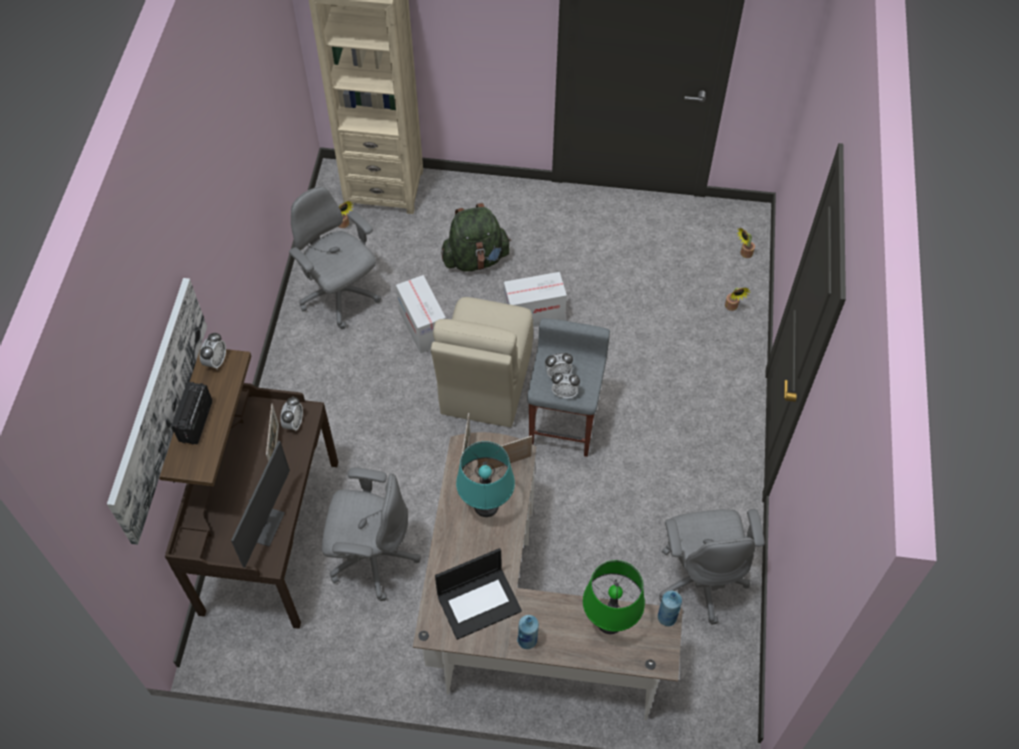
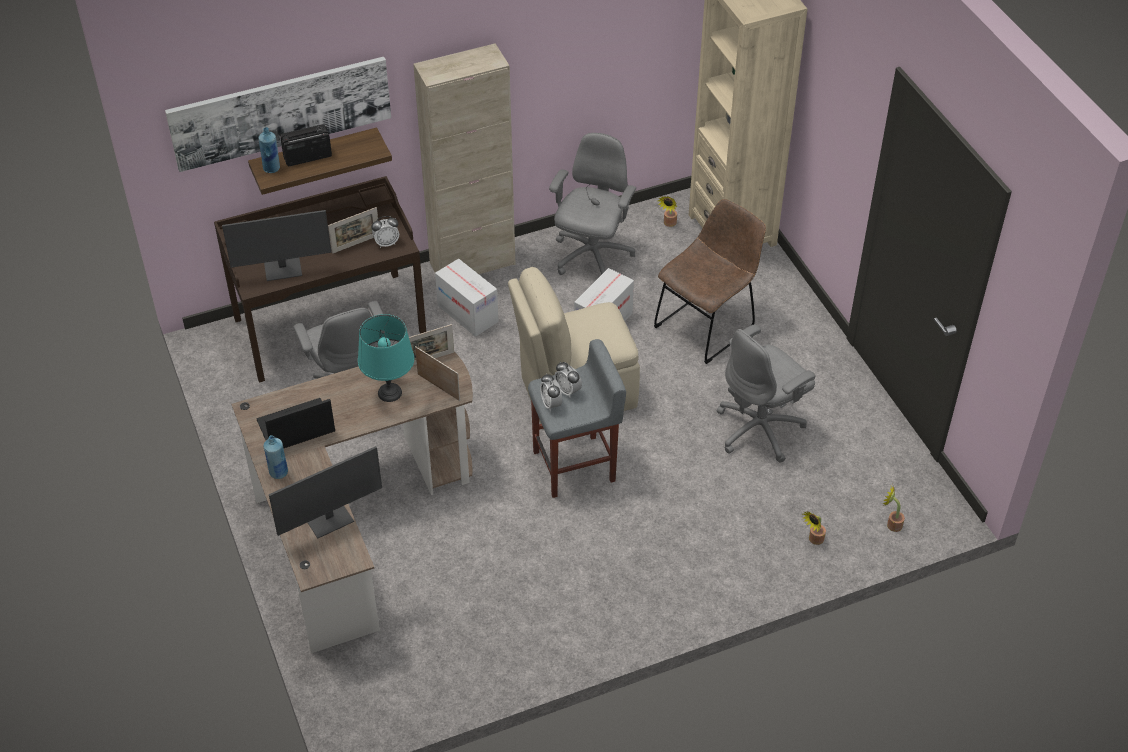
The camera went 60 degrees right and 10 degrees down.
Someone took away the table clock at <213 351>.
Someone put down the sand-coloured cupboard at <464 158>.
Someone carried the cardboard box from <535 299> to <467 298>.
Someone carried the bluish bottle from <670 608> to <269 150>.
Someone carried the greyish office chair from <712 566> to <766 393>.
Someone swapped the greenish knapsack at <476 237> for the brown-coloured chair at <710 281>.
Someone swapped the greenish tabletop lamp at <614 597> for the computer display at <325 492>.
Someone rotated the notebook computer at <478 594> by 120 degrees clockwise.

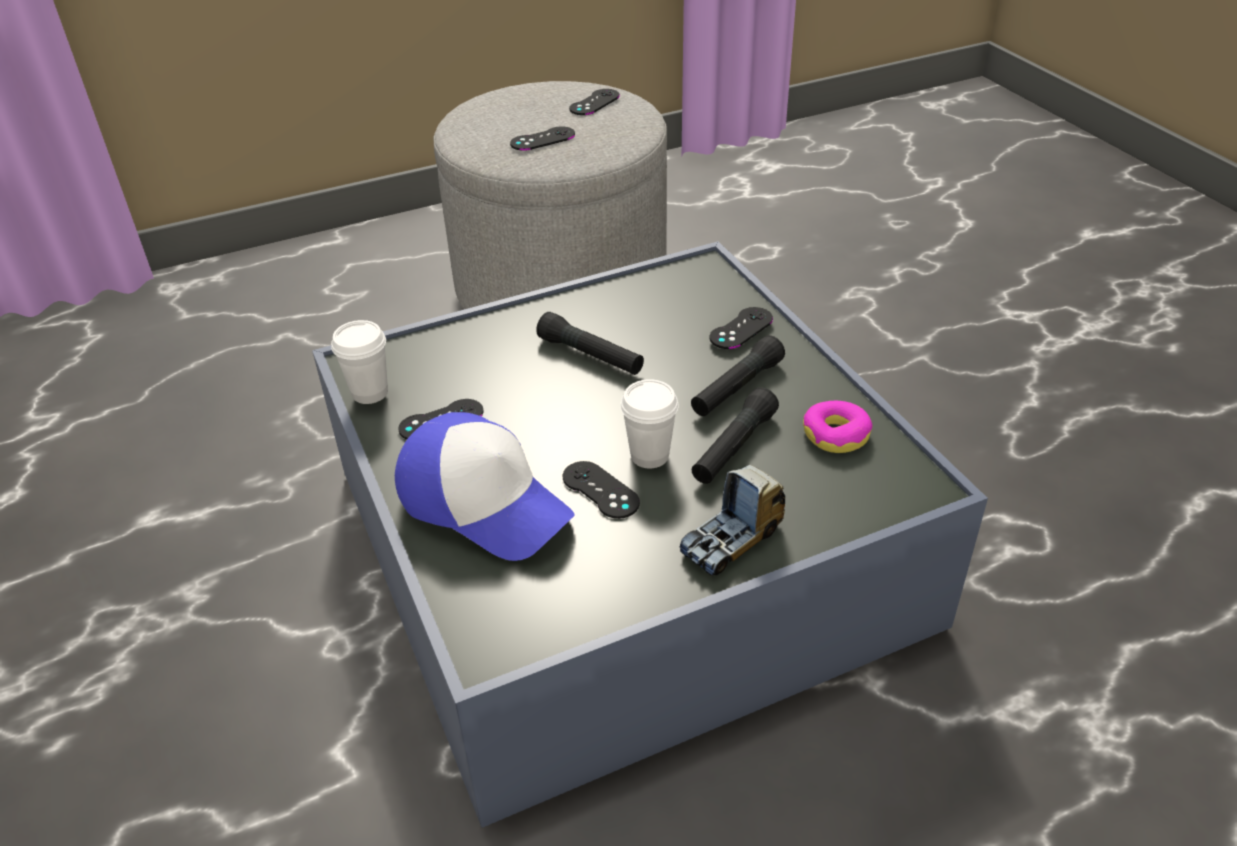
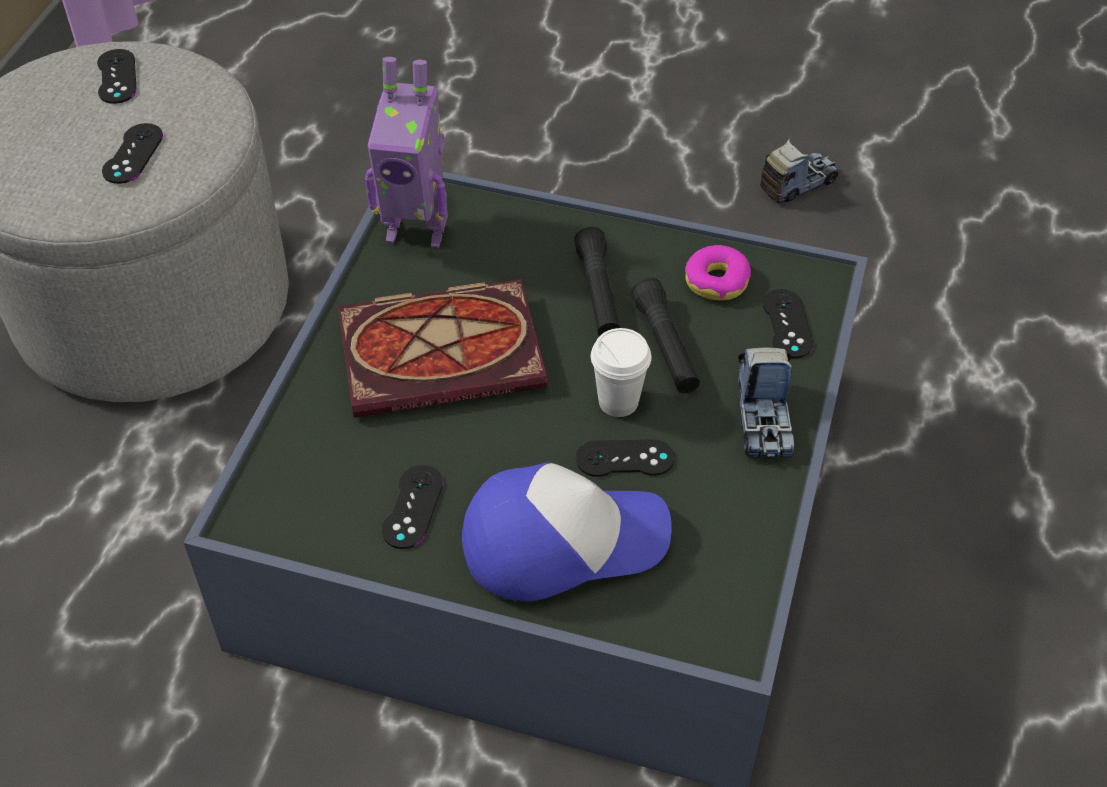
The camera went 50 degrees left and 10 degrees up.
Someone took away the white drinking cup at <359 362>.
Someone put down the toy robot at <406 152>.
Someone put down the model truck at <799 171>.
Someone carried the black-coloured joypad from <741 328> to <788 323>.
Someone swapped the black-coloured hand torch at <590 343> for the bound book at <443 348>.

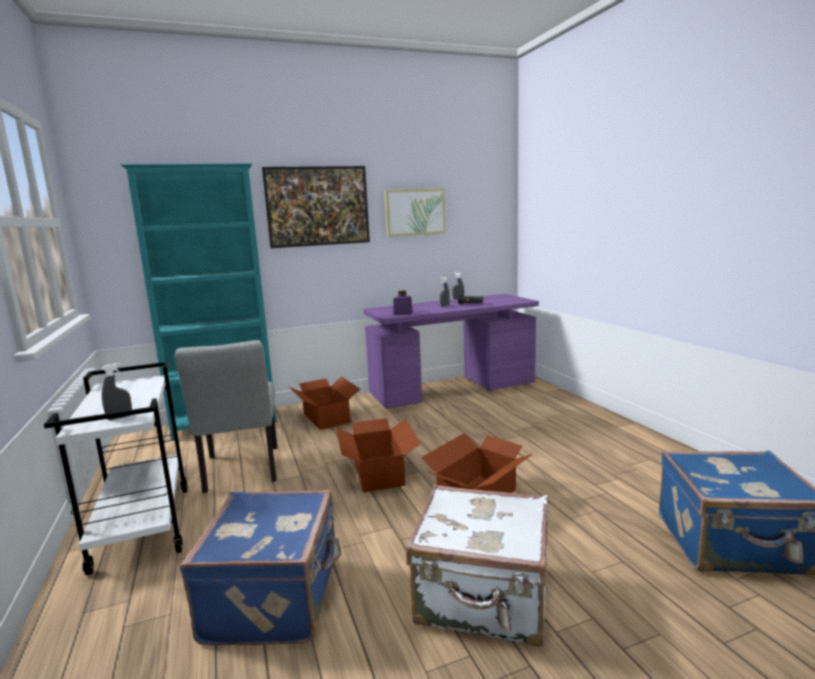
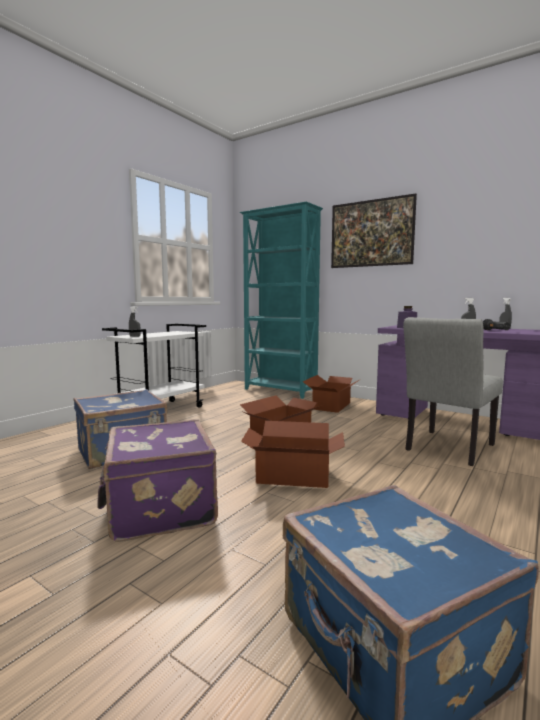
The camera went 55 degrees right and 5 degrees down.
Someone took away the wall art at <415 212>.
Someone carried the greyish chair from <226 416> to <453 391>.
Someone repainted the white piece of luggage at <477 566>, which became the purple-coloured piece of luggage at <157 480>.

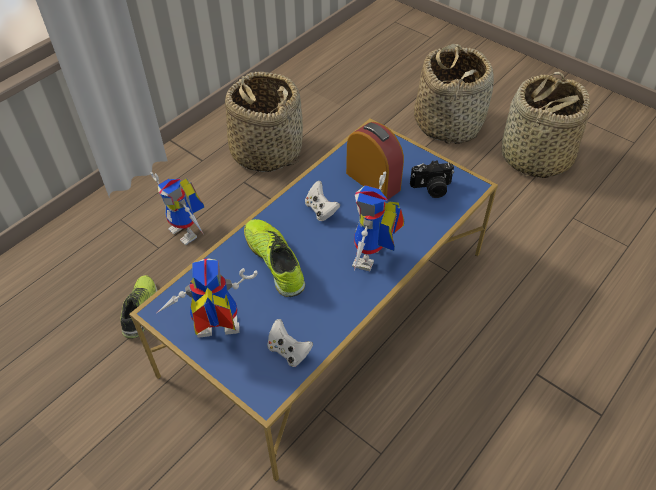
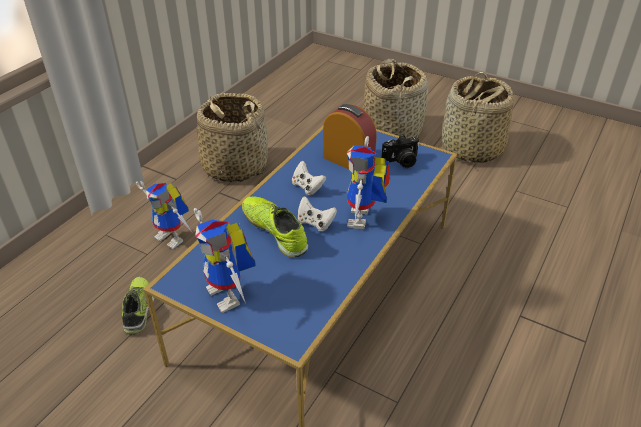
The camera went 10 degrees left and 10 degrees down.
Someone carried the white joypad from <290 343> to <317 213>.
Someone rotated the toy robot at <207 298> by 105 degrees counterclockwise.

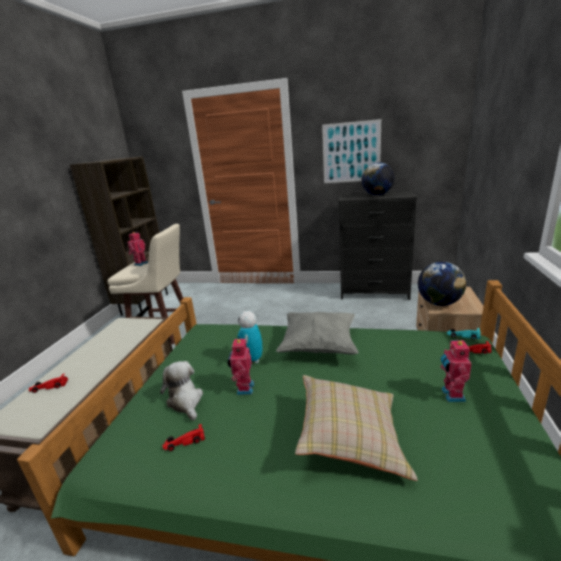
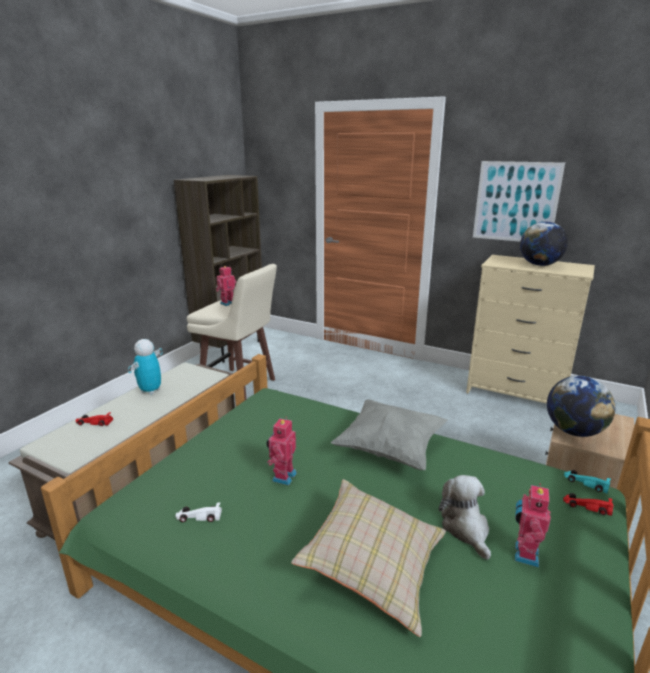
The camera went 15 degrees right and 0 degrees up.
Someone carried the soft toy from <181 390> to <465 517>.
Someone carried the toy robot from <250 337> to <145 367>.
Someone repainted the red miniature car at <184 437>, which became the white miniature car at <199 512>.
Someone repainted the black-coloured dresser at <378 245>, which became the sand-coloured dresser at <530 329>.

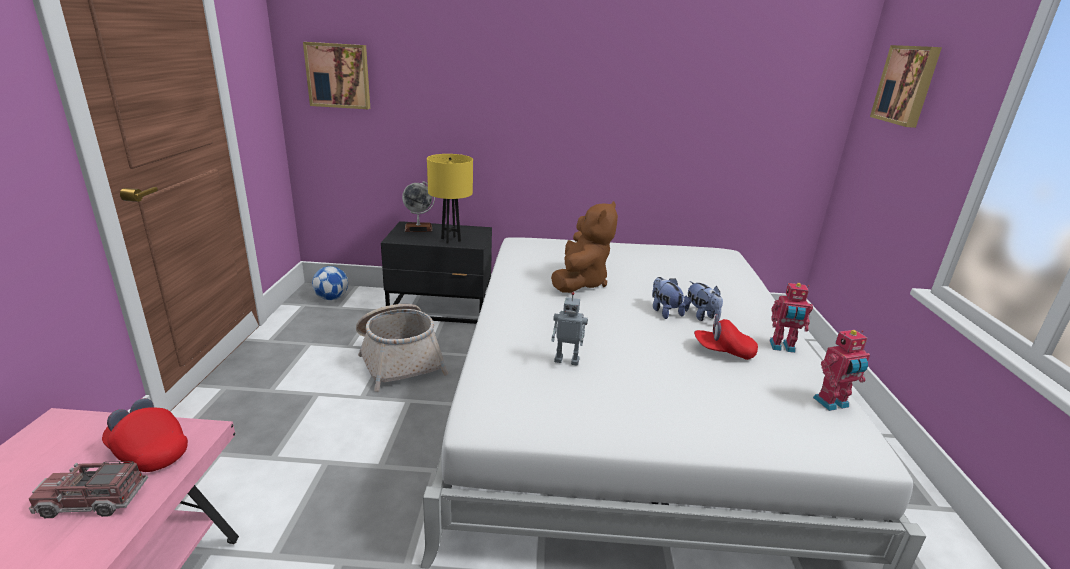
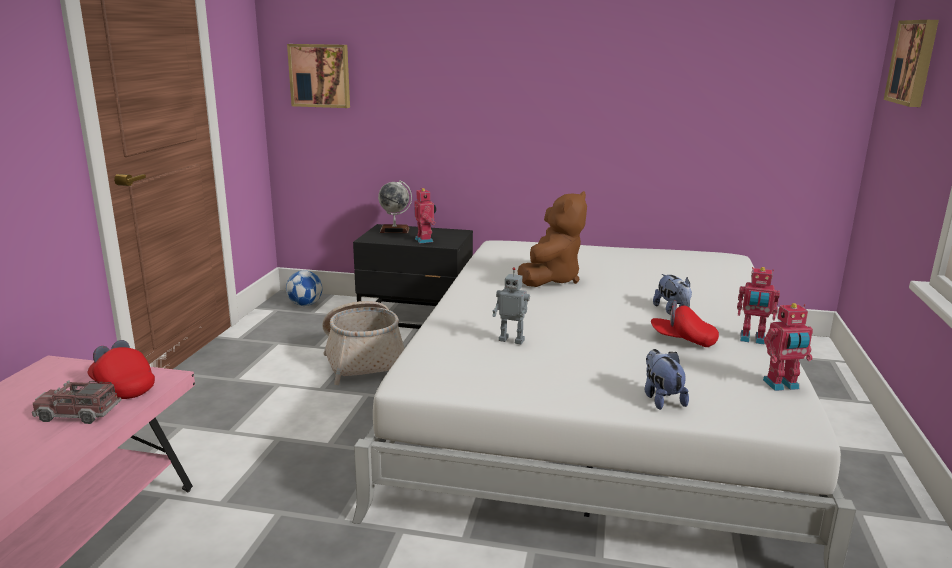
The camera went 10 degrees right and 5 degrees down.
Someone carried the soft toy from <668 298> to <667 379>.
Someone swapped the yellow tabletop lamp at <450 198> for the toy robot at <425 216>.

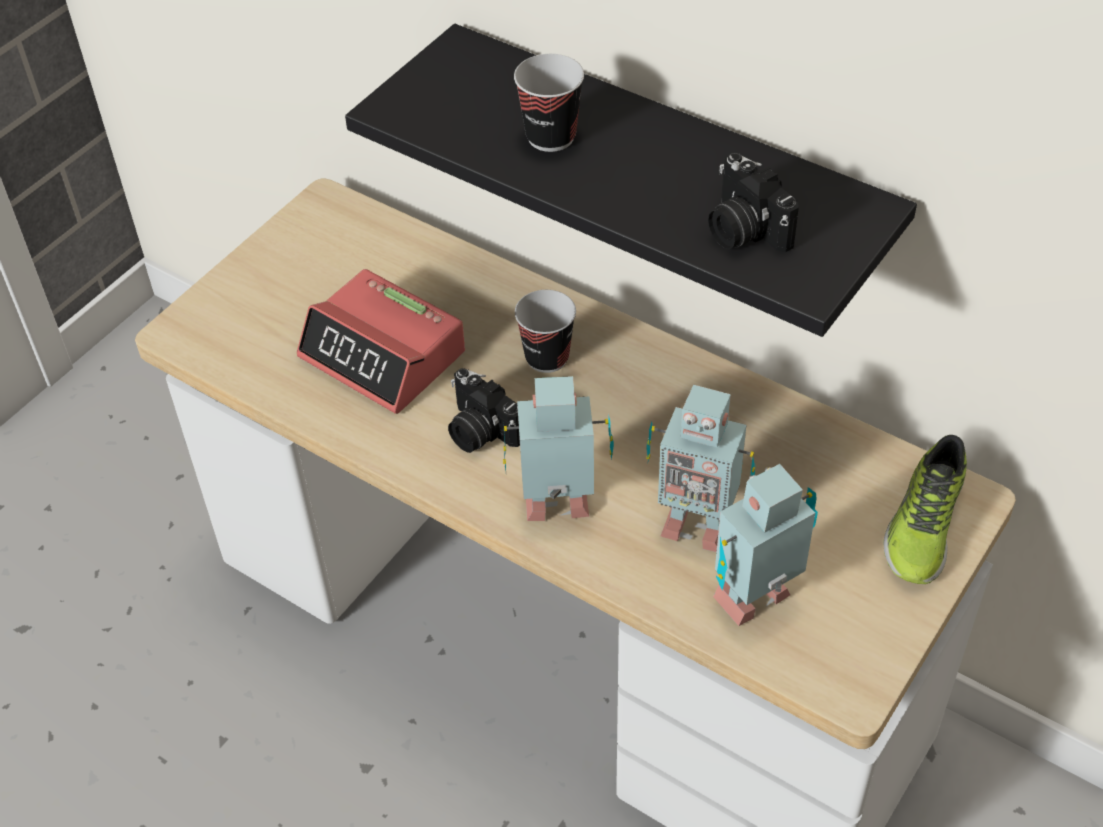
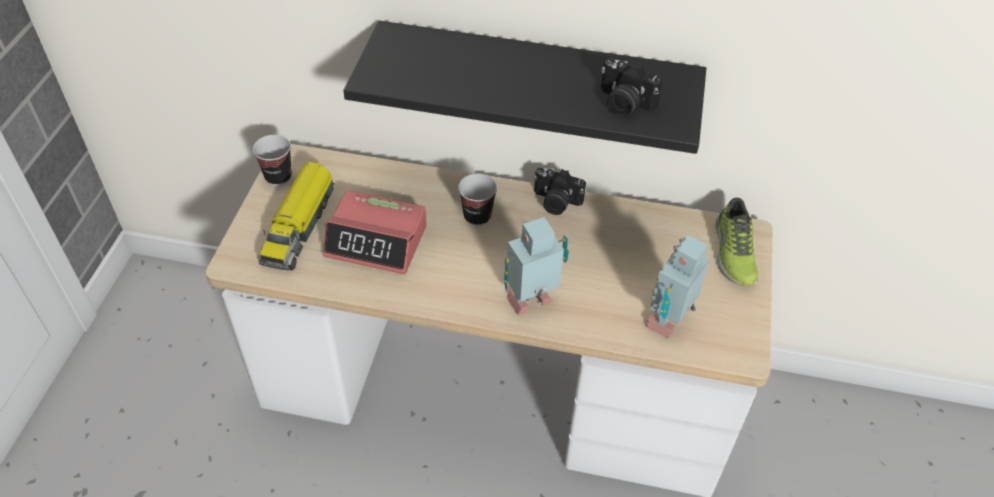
The camera went 25 degrees left and 0 degrees up.
Someone took away the toy robot at <701 468>.
Someone put down the model truck at <296 215>.
Someone carried the photo camera from <484 410> to <559 191>.
Someone carried the drinking cup from <549 103> to <272 160>.

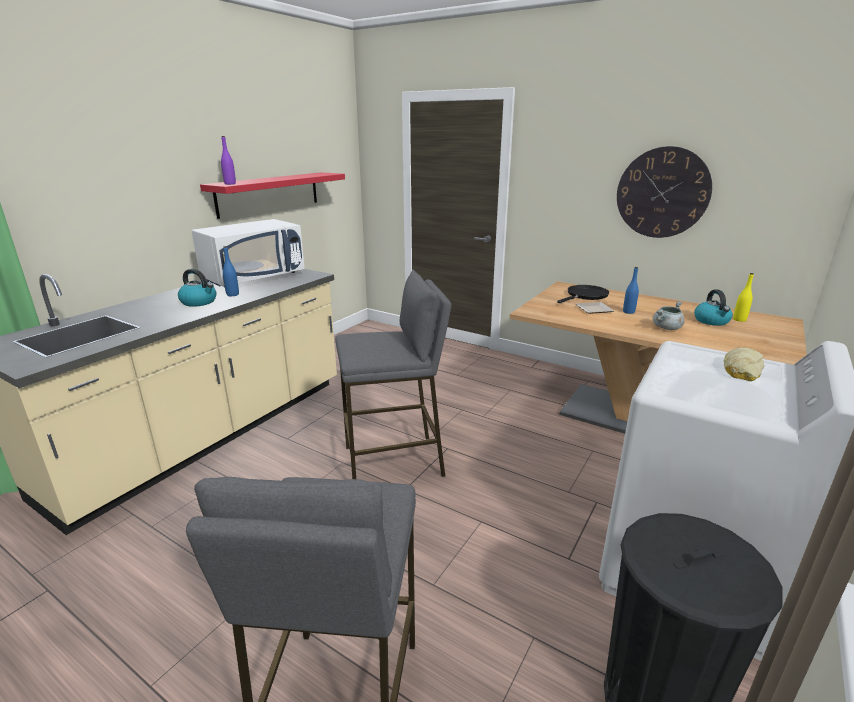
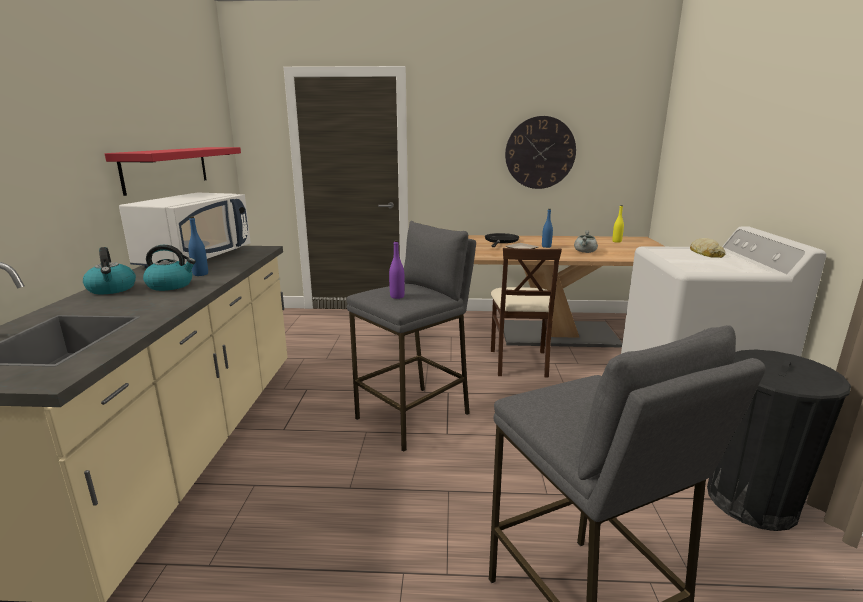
The camera went 30 degrees left and 5 degrees down.
Someone put down the sand-coloured chair at <526 313>.
Someone carried the purple-coloured bottle from <228 160> to <397 269>.
Someone carried the tea kettle from <713 307> to <109 271>.

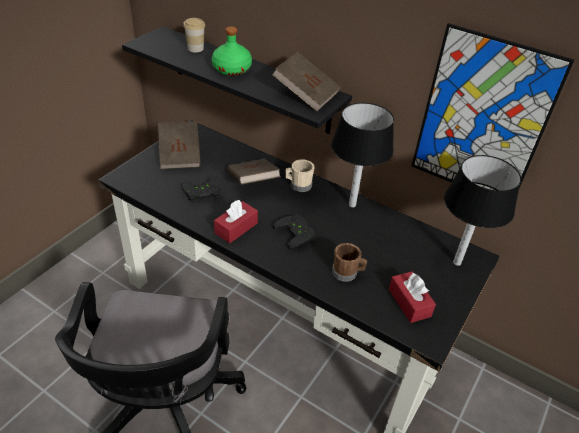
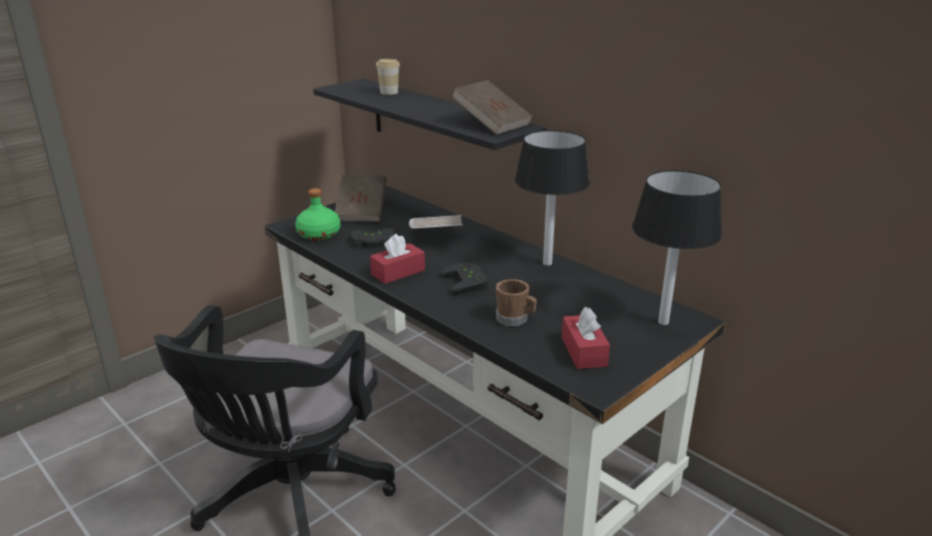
The camera went 15 degrees right and 15 degrees down.
Someone took away the sand-coloured tea mug at <300 175>.
Someone took away the wall art at <493 106>.
Someone carried the greenish bottle from <232 51> to <317 214>.
Someone repainted the brown-coloured bound book at <254 172>, which became the white bound book at <436 222>.

